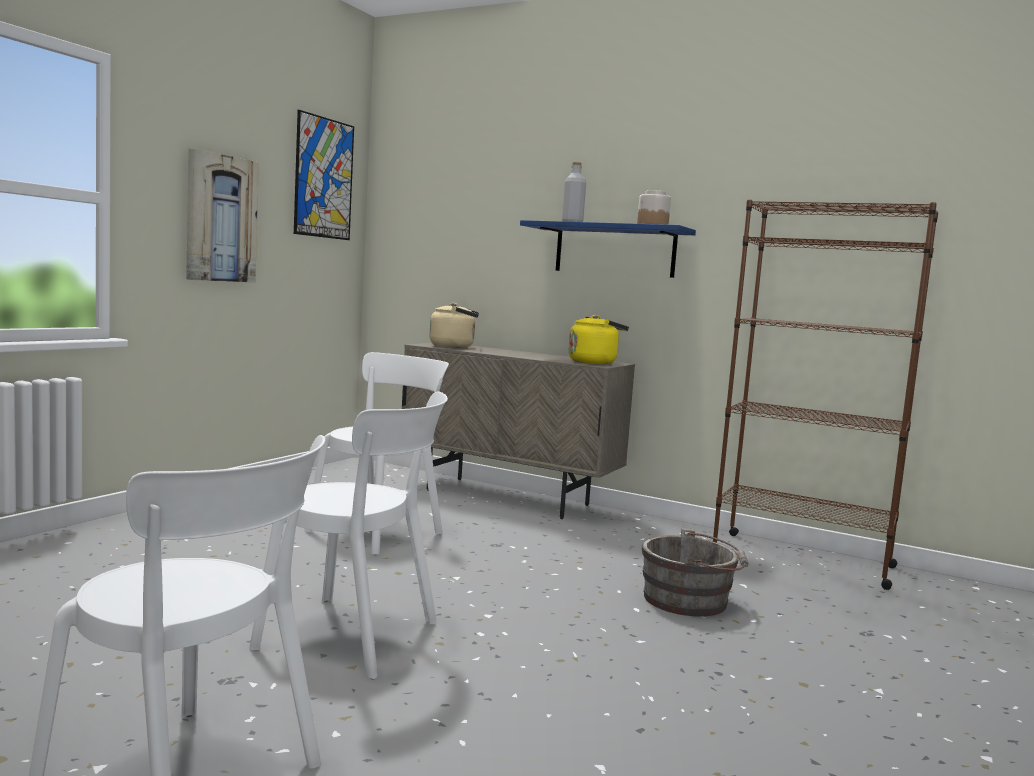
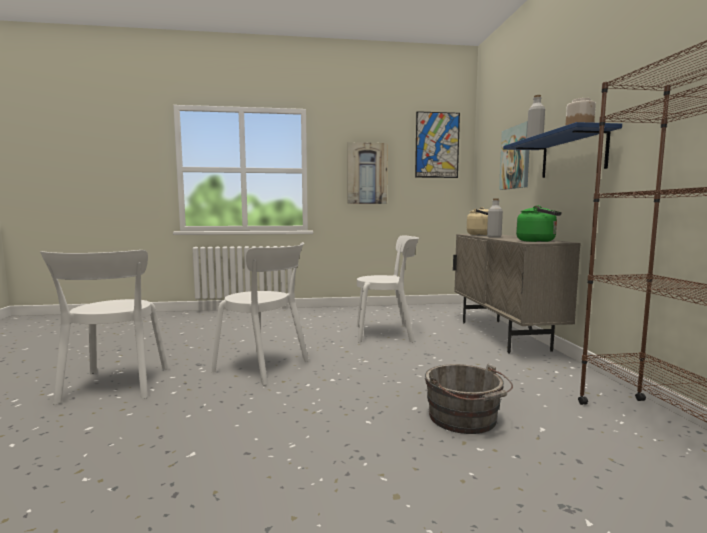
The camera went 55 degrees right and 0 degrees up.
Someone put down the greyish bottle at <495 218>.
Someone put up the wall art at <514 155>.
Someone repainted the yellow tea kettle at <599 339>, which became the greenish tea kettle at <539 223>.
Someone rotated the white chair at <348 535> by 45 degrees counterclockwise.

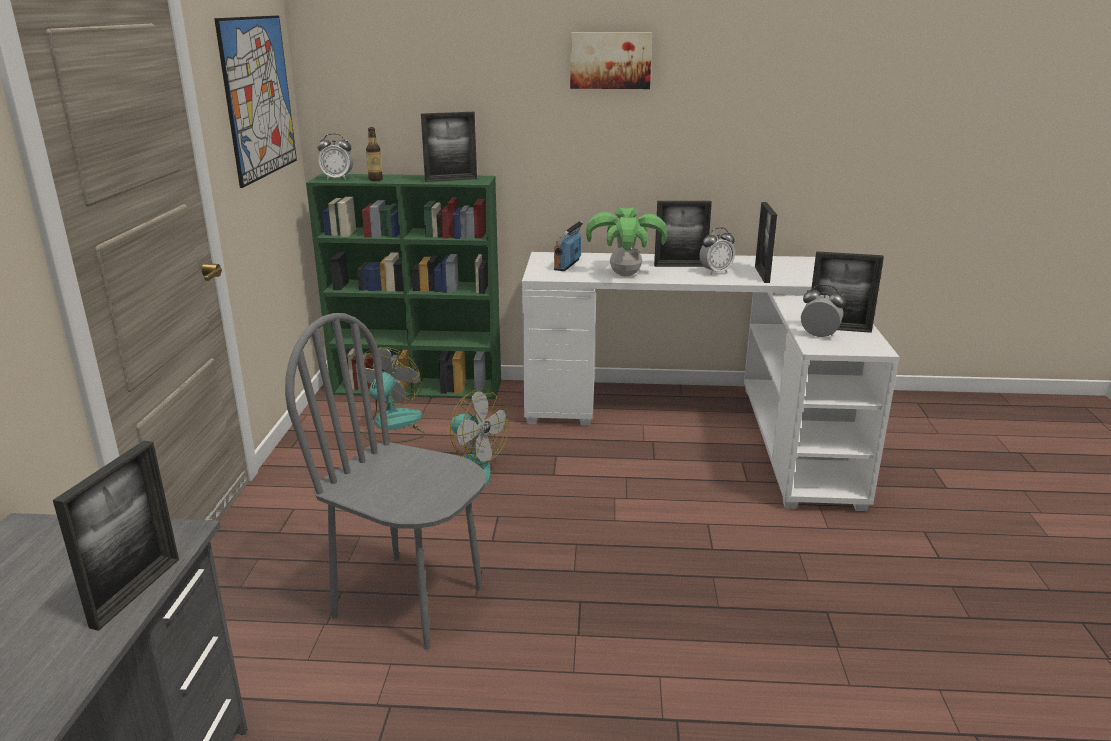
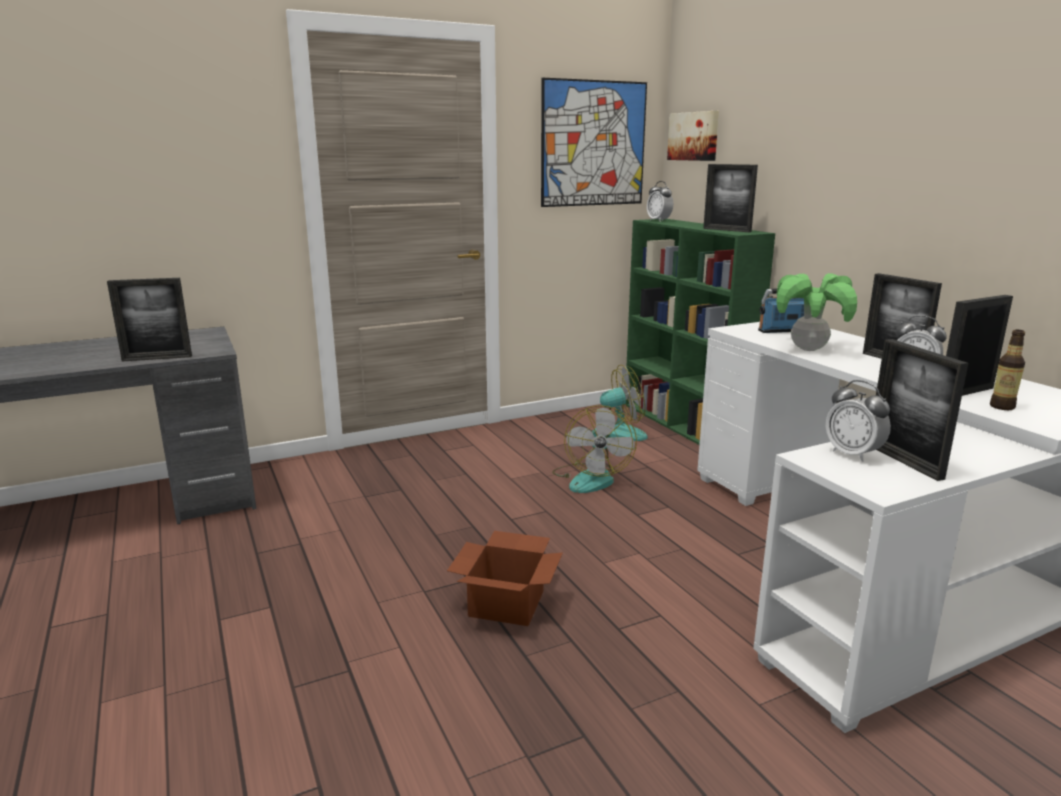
The camera went 60 degrees right and 5 degrees down.
Someone took away the greyish chair at <385 481>.
Someone put down the cardboard box at <505 578>.
Someone carried the bottle from <374 154> to <1007 370>.
Someone carried the wall art from <611 60> to <693 136>.
Someone rotated the table clock at <823 311> by 150 degrees clockwise.

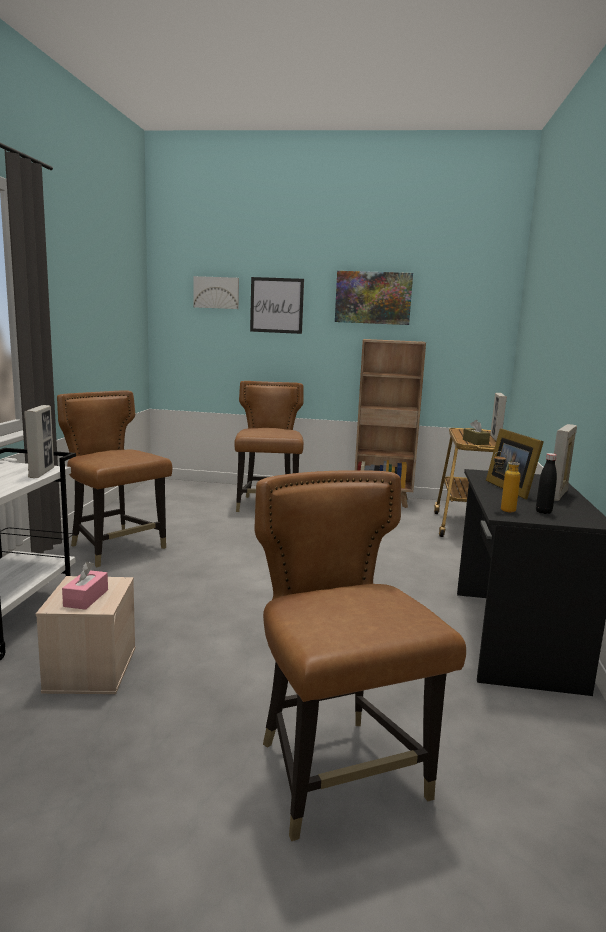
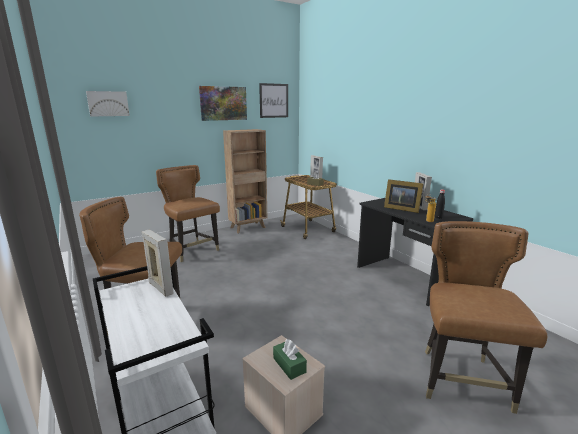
The camera went 40 degrees left and 5 degrees up.
Someone carried the wall art from <277 305> to <273 100>.
Someone repainted the pinkish box of tissues at <85 586>, which became the greenish box of tissues at <290 359>.
Someone rotated the brown-coloured chair at <360 655> by 75 degrees clockwise.

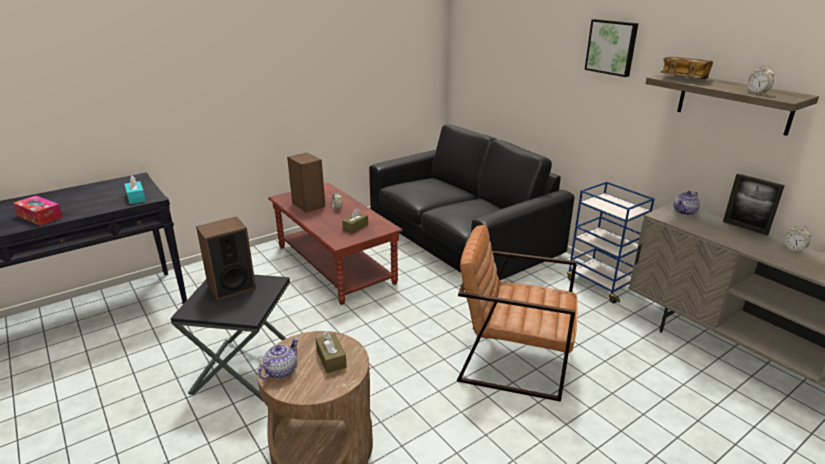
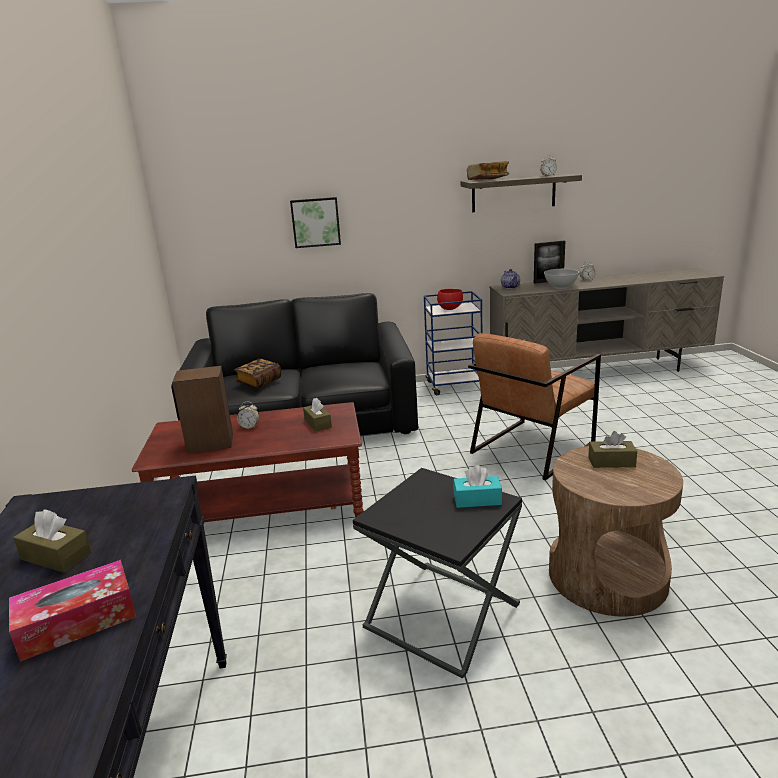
The camera went 60 degrees left and 5 degrees down.
Someone took away the loudspeaker at <226 259>.
Someone took away the pot for tea at <278 358>.
Someone put down the brown-coloured box of tissues at <52 541>.
Someone put down the bound book at <257 374>.
Someone put down the red deep dish at <450 299>.
Someone put down the white deep dish at <562 279>.
Someone carried the turquoise box of tissues from <135 190> to <477 486>.
Someone carried the wall art from <611 48> to <315 222>.

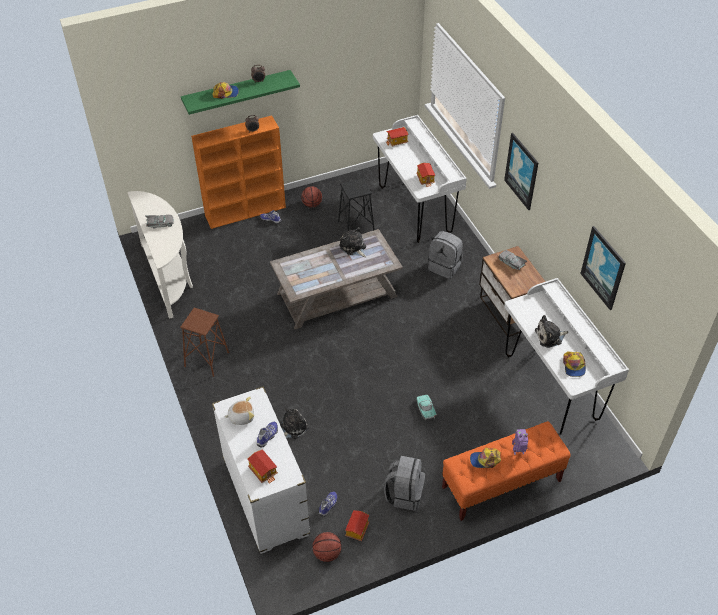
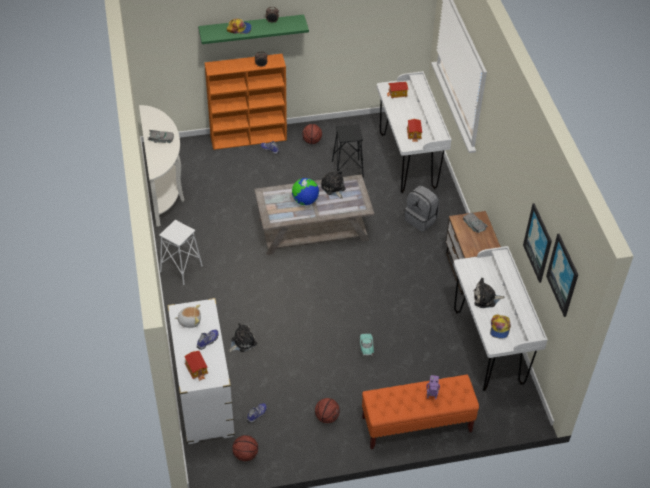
The camera went 10 degrees right and 0 degrees up.
Someone took away the model house at <357 525>.
Someone took away the cap at <485 458>.
Someone put down the world globe at <305 191>.
Someone carried the wall art from <521 171> to <562 275>.
Someone swapped the greyish knapsack at <404 483> for the ball for basketball at <327 410>.
Someone repainted the brown-coloured stool seat at <204 342>, which became the white stool seat at <181 252>.

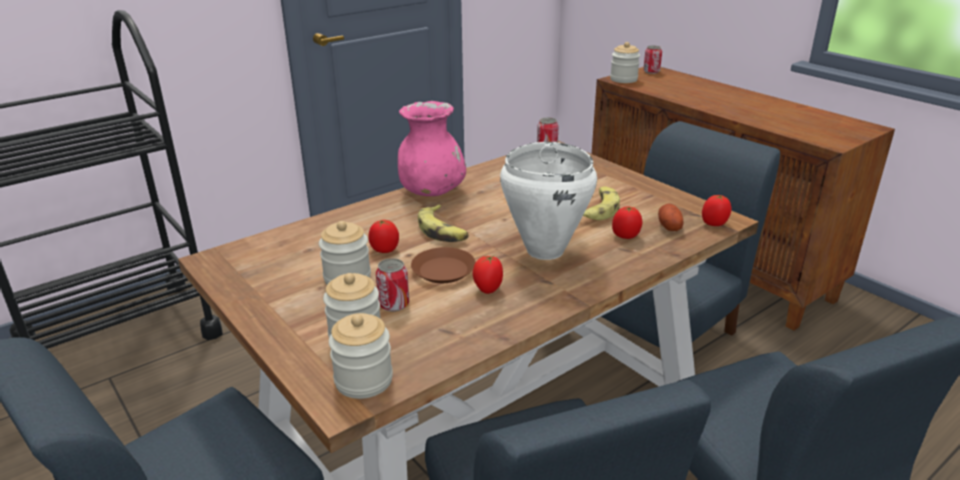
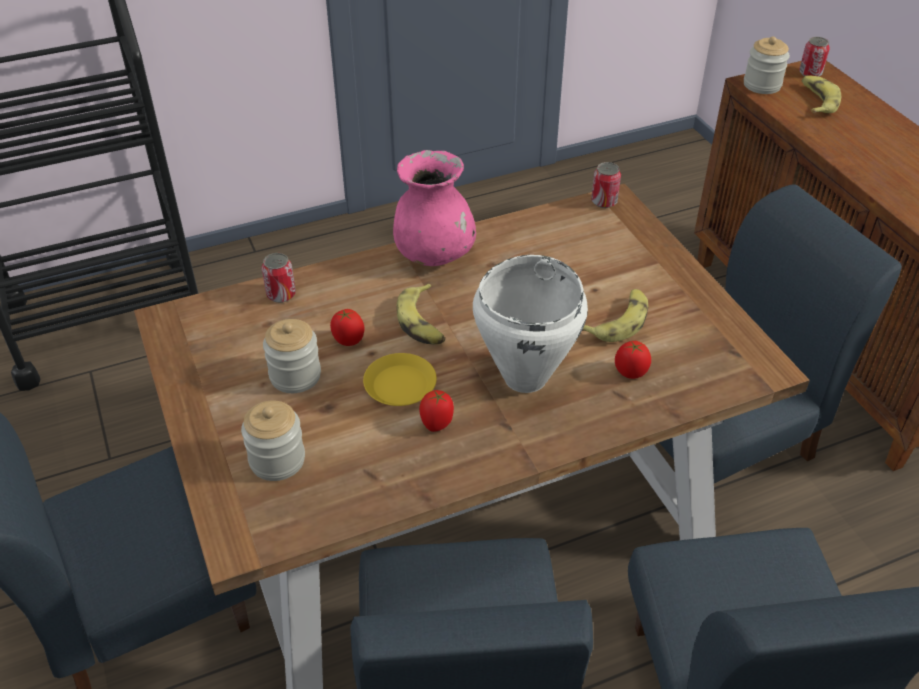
The camera went 15 degrees right and 15 degrees up.
Someone took away the preserve jar at <361 356>.
Someone took away the spud at <670 217>.
Someone took away the fresh tomato at <716 210>.
Someone put down the banana at <821 94>.
Someone carried the can from <392 285> to <279 278>.
Someone repainted the brown-coloured flat dish at <443 265>, which became the yellow flat dish at <400 379>.

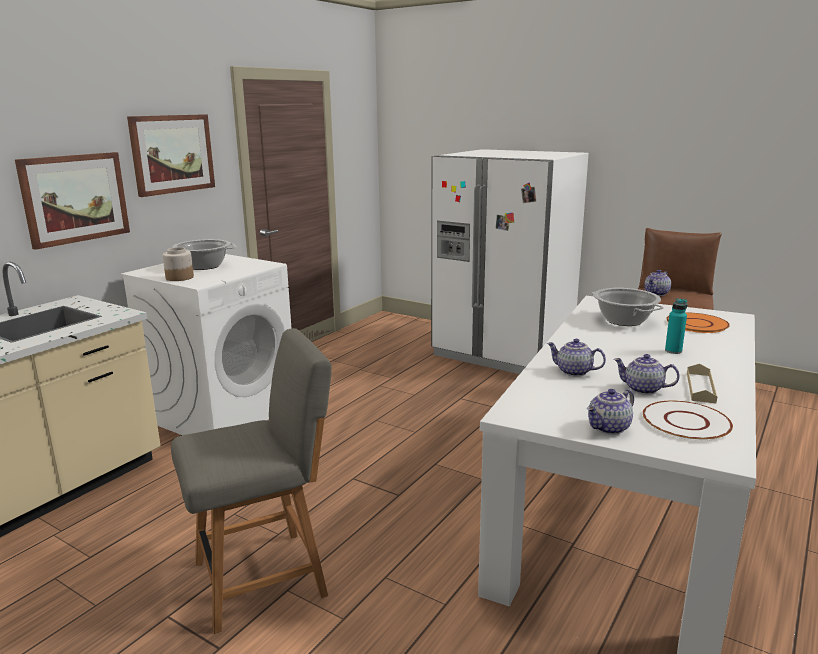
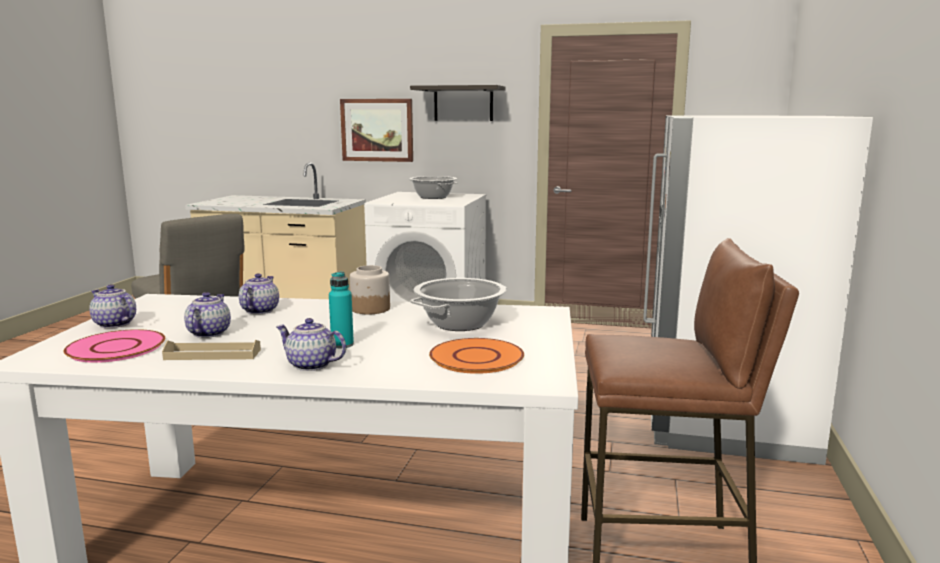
The camera went 70 degrees right and 5 degrees down.
Someone carried the preserve jar from <178 264> to <370 289>.
Someone carried the pot for tea from <657 283> to <311 344>.
Someone swapped the wall art at <171 155> for the wall shelf at <458 103>.
Someone repainted the white flat dish at <688 421>, which became the pinkish flat dish at <114 346>.

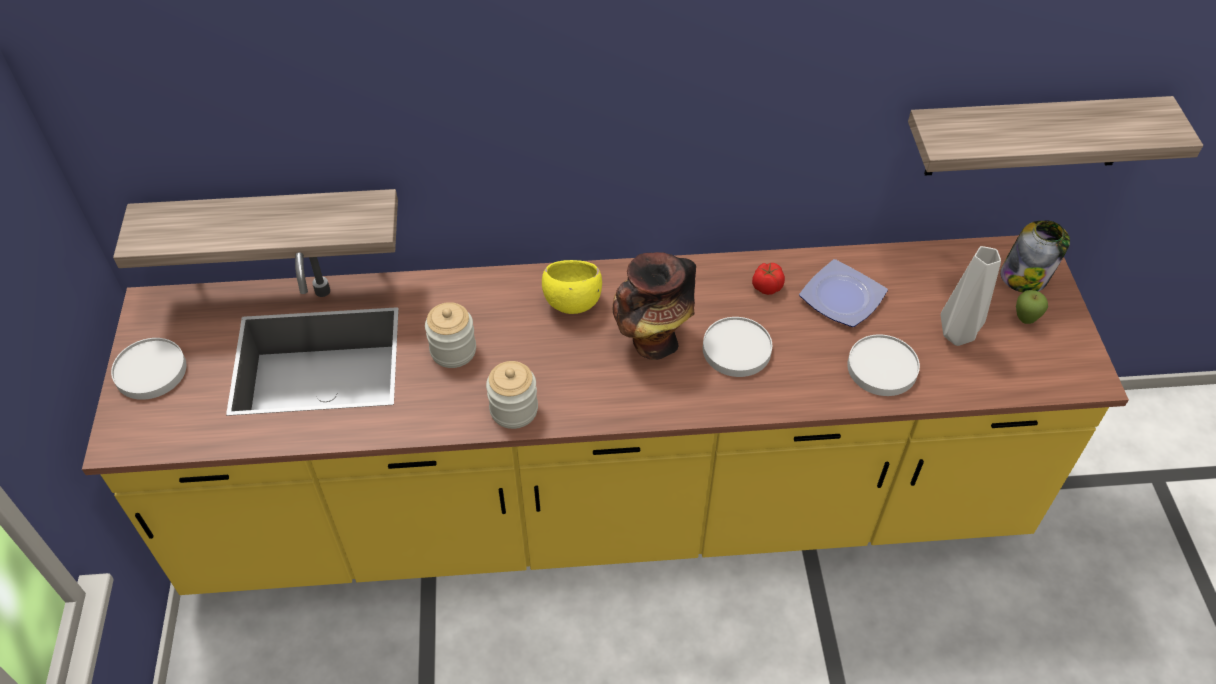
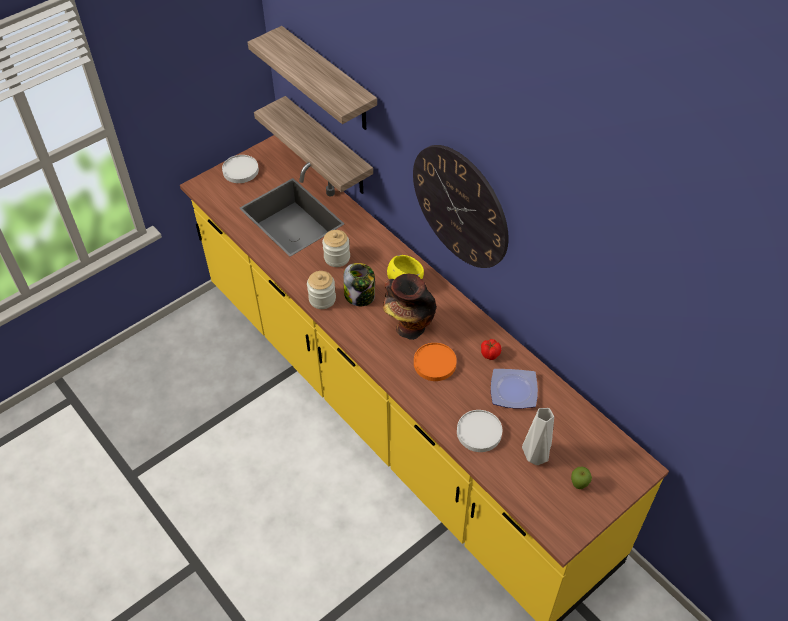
The camera went 55 degrees right and 0 degrees up.
Someone put up the clock on the wall at <461 206>.
Someone carried the wall shelf from <1055 135> to <312 78>.
Someone carried the preserve jar from <1035 256> to <359 284>.
Someone repainted the white flat dish at <737 347>, which became the orange-coloured flat dish at <435 362>.

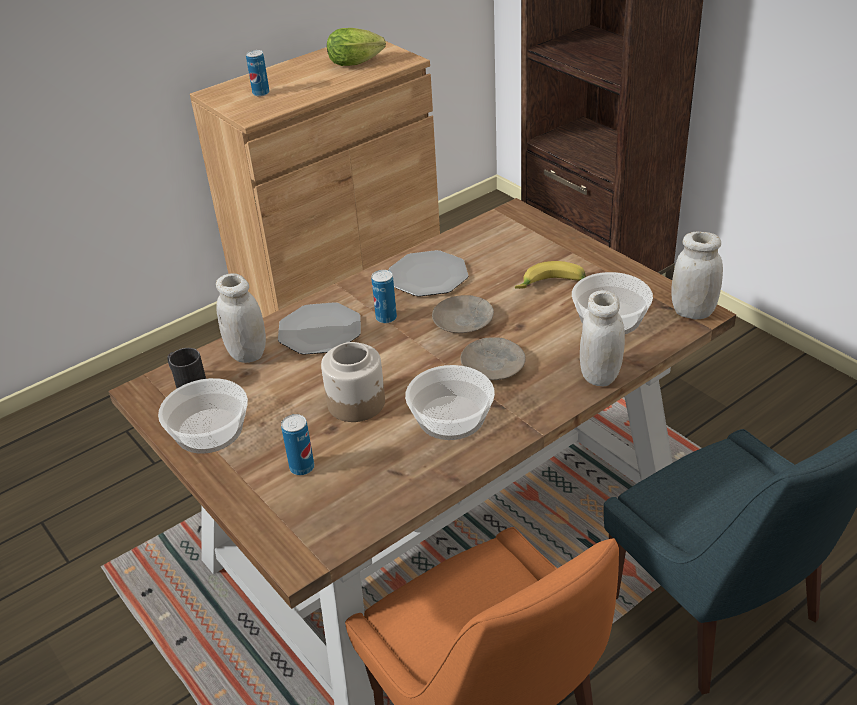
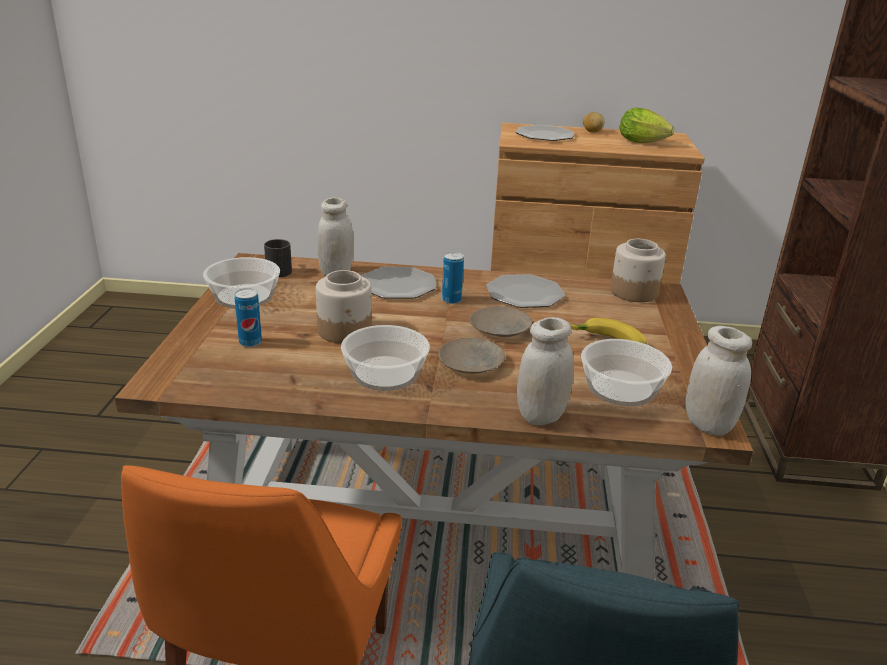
The camera went 40 degrees right and 10 degrees down.
Someone put down the spud at <594 122>.
Someone put down the preserve jar at <638 270>.
Someone swapped the can at <257 73> for the flat dish at <545 133>.

